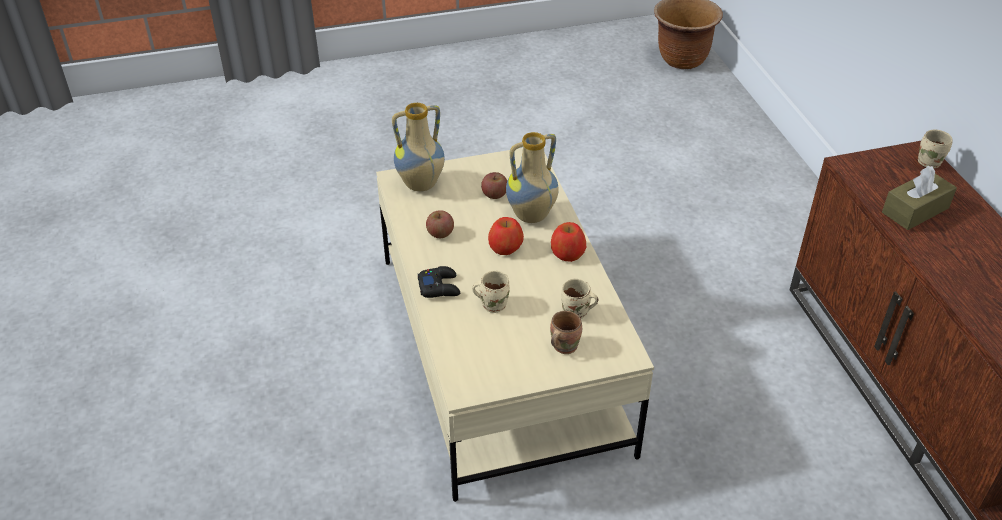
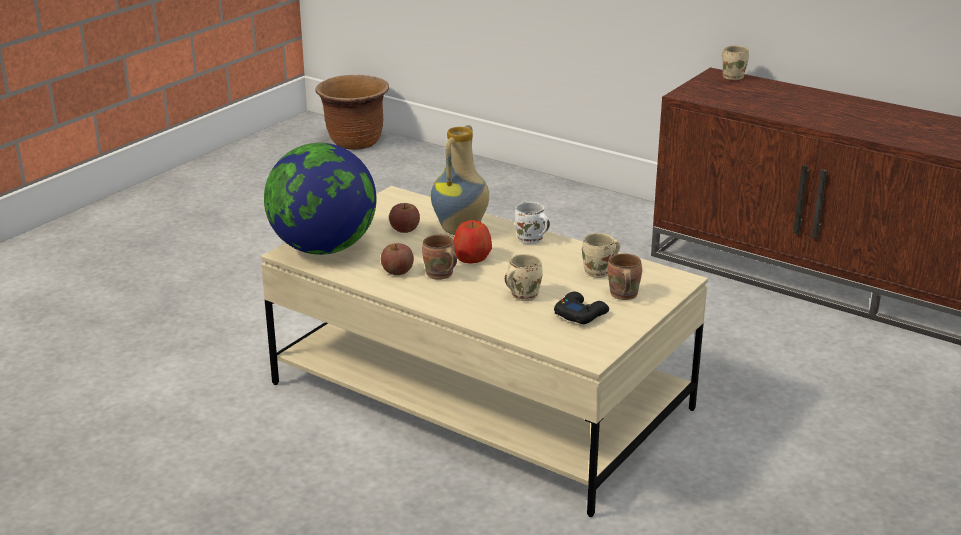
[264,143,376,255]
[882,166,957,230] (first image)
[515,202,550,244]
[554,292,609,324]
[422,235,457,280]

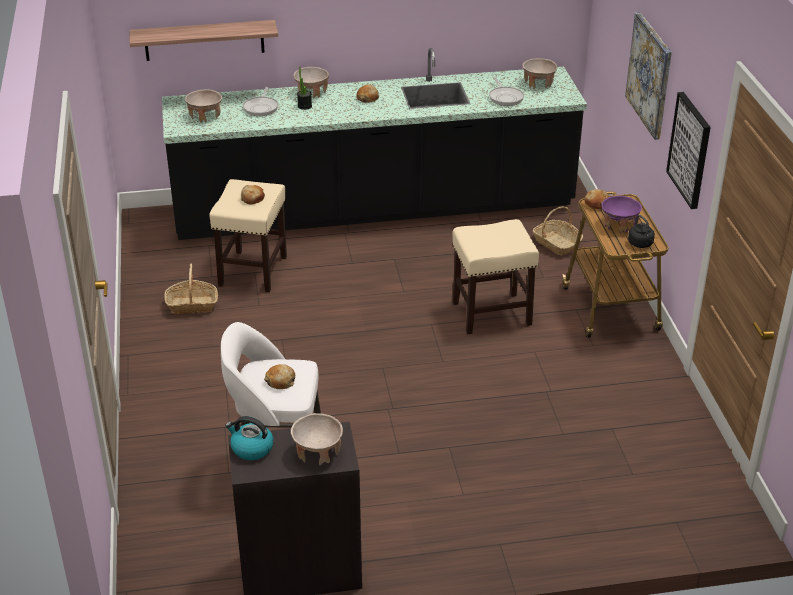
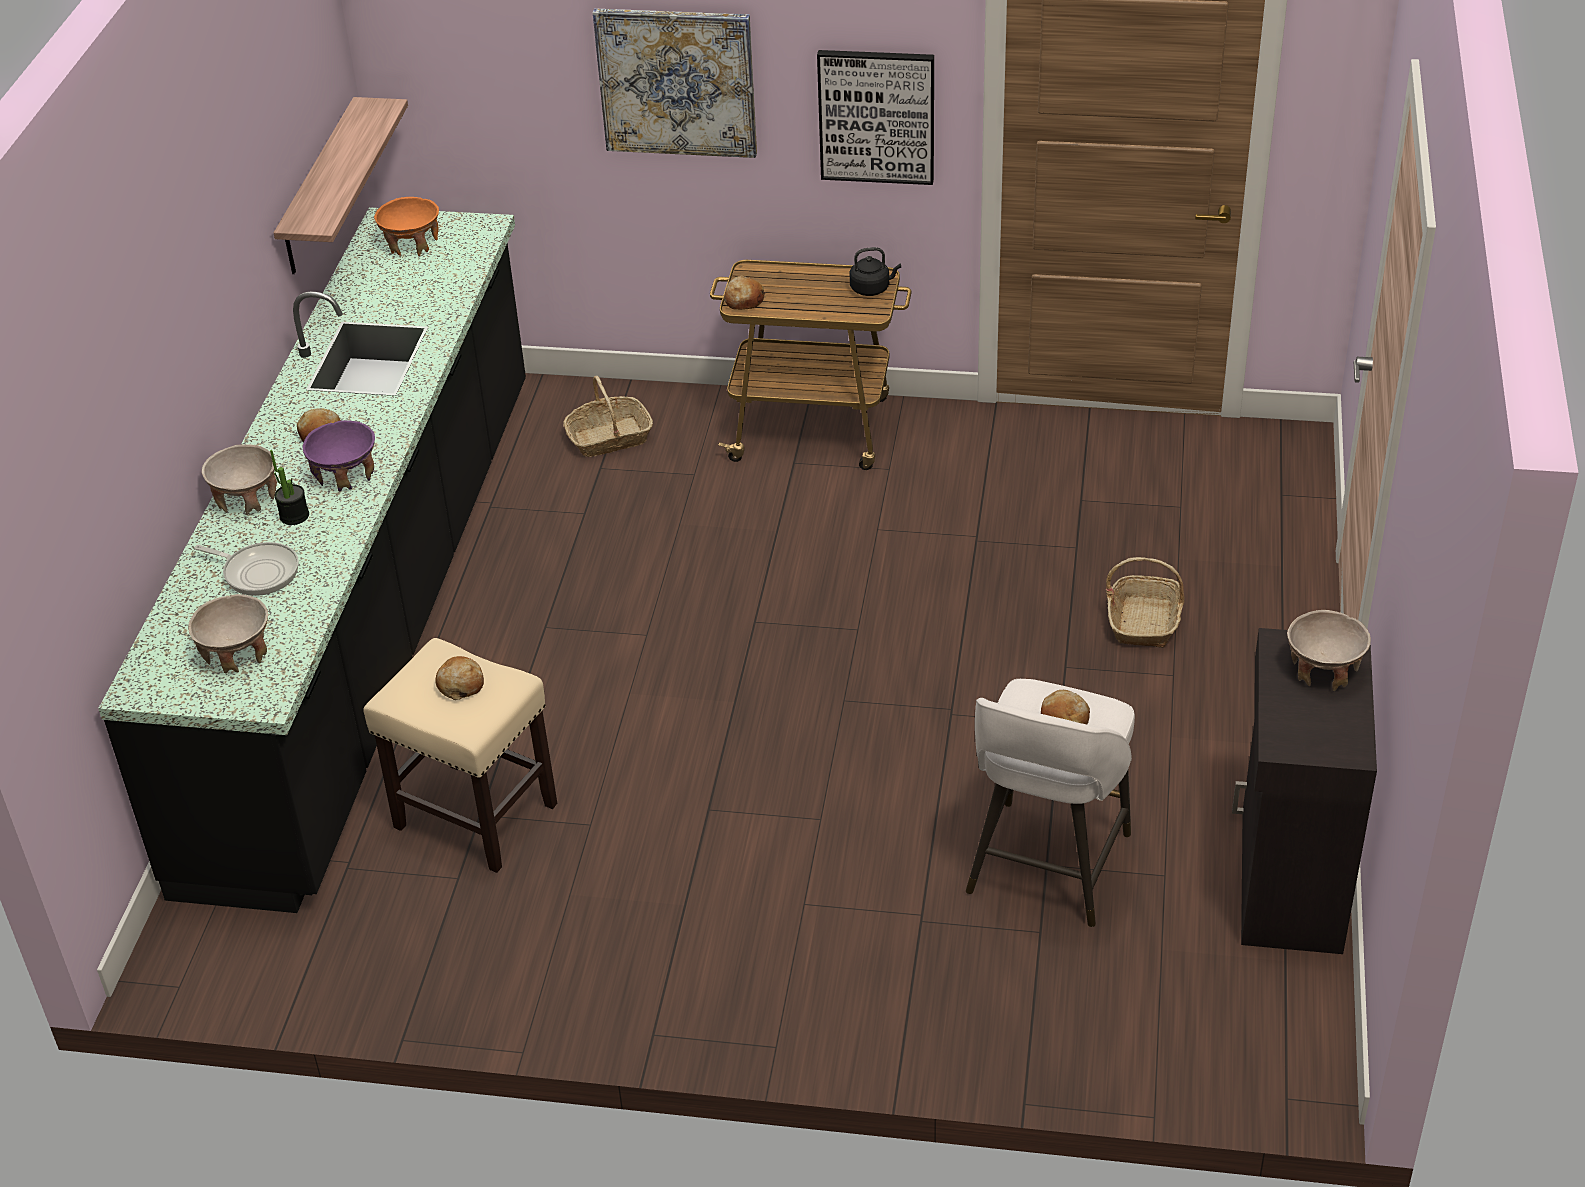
[274,97,408,274]
[374,197,439,256]
[489,78,524,106] (first image)
[302,420,375,492]
[452,219,539,334] (first image)
[1106,557,1184,648]
[225,416,273,460] (first image)

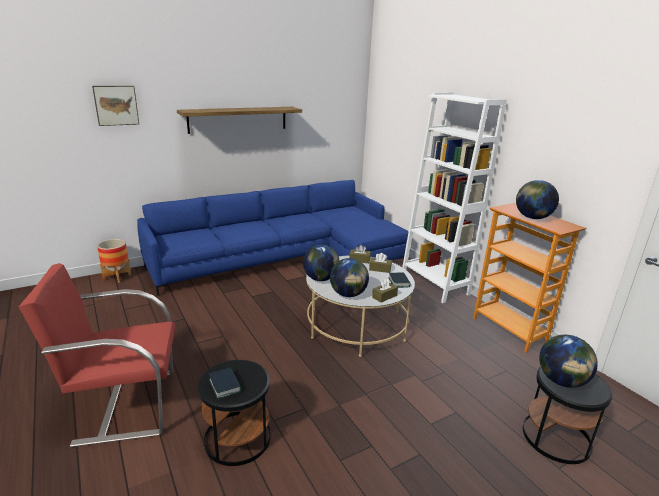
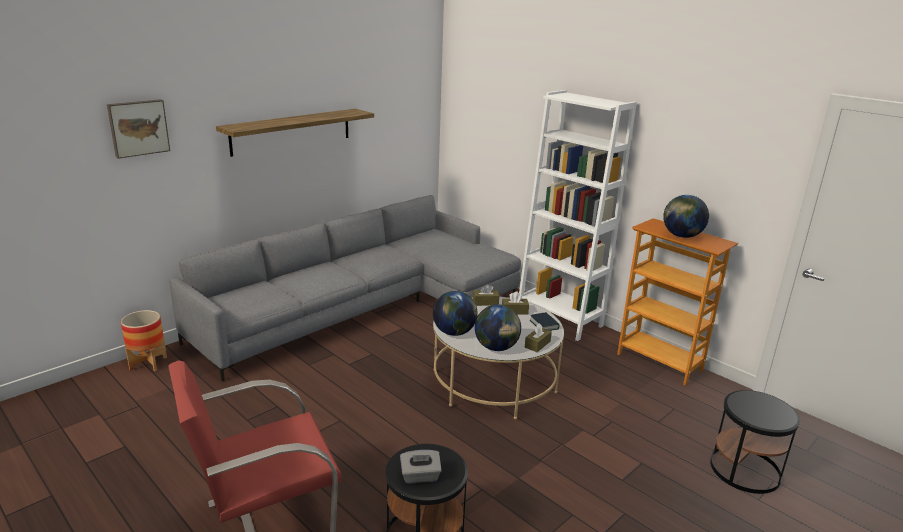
[169,195,521,382]
[539,335,598,388] (first image)
[400,450,442,483]

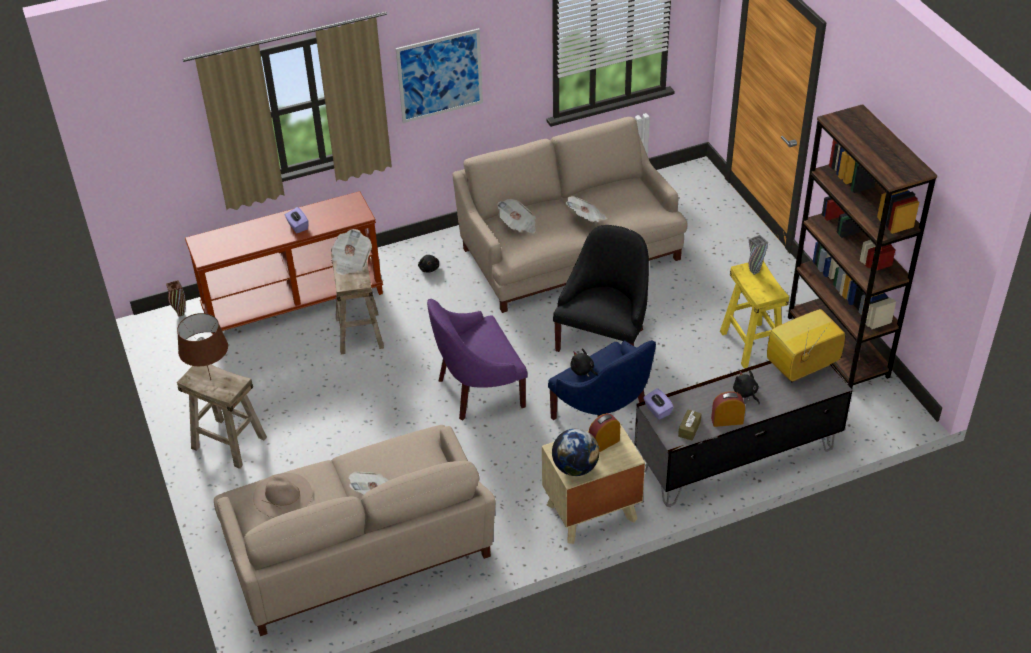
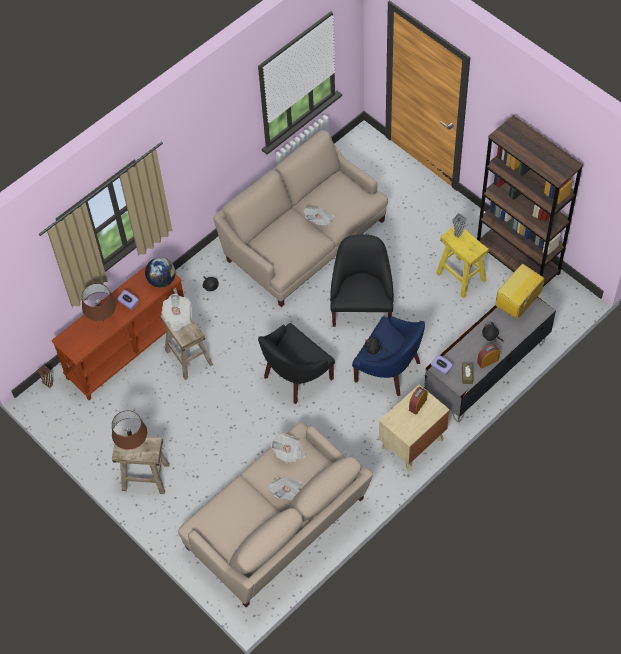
[396,28,483,123] (first image)
[271,433,306,463]
[258,323,335,404]
[145,257,176,288]
[253,473,313,517] (first image)
[82,283,116,322]

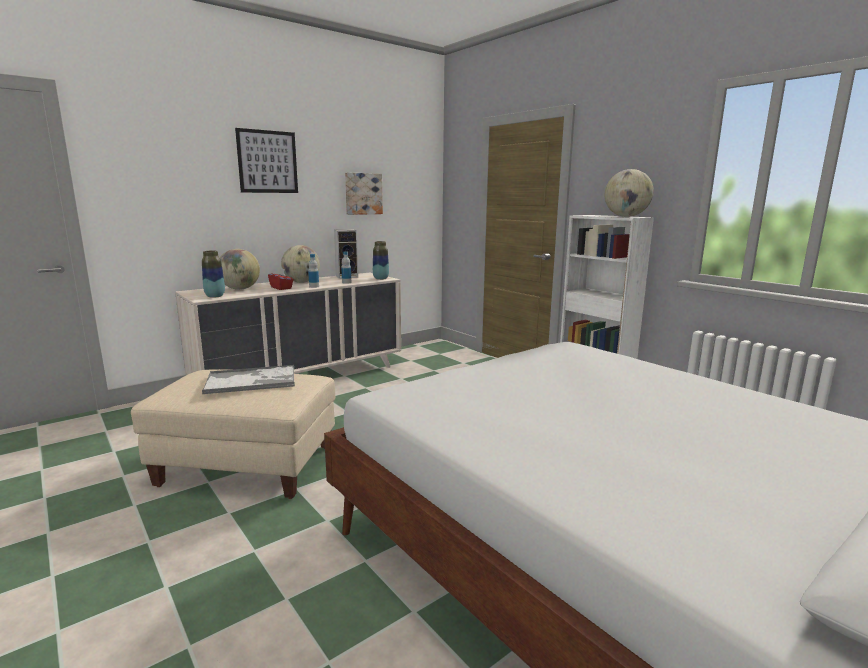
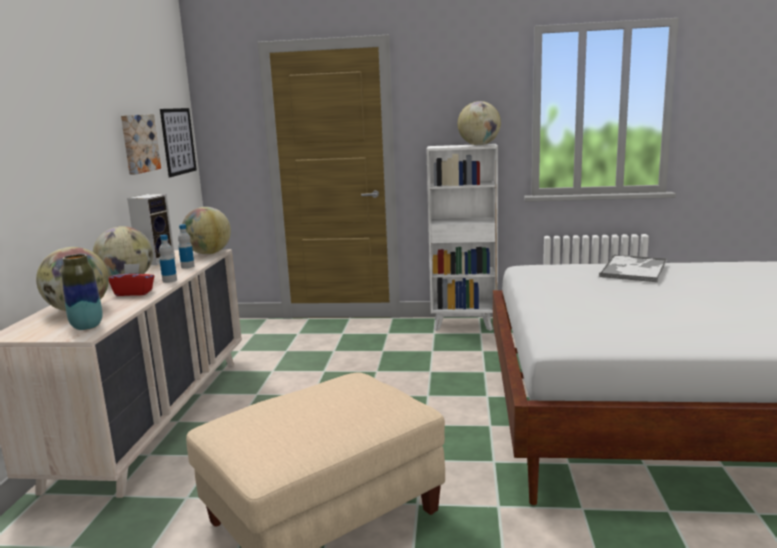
[160,108,197,177]
[182,207,231,254]
[599,255,666,282]

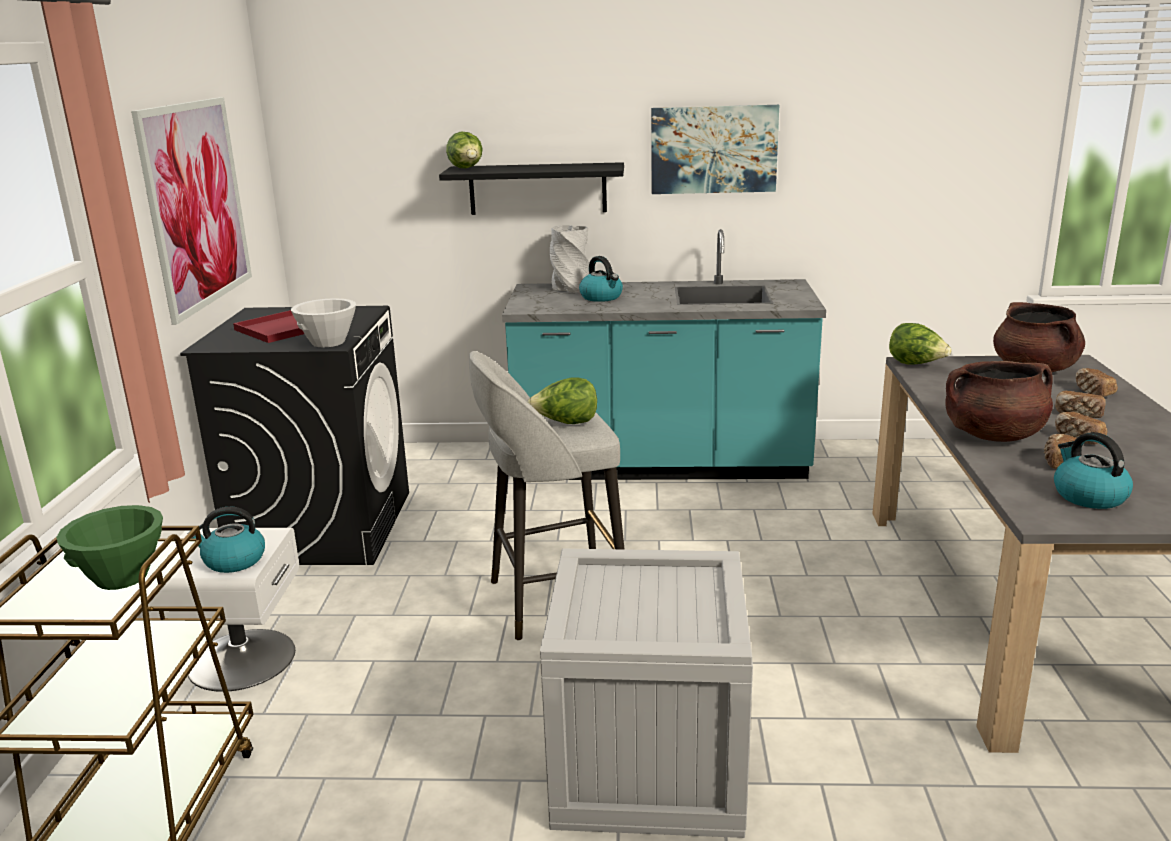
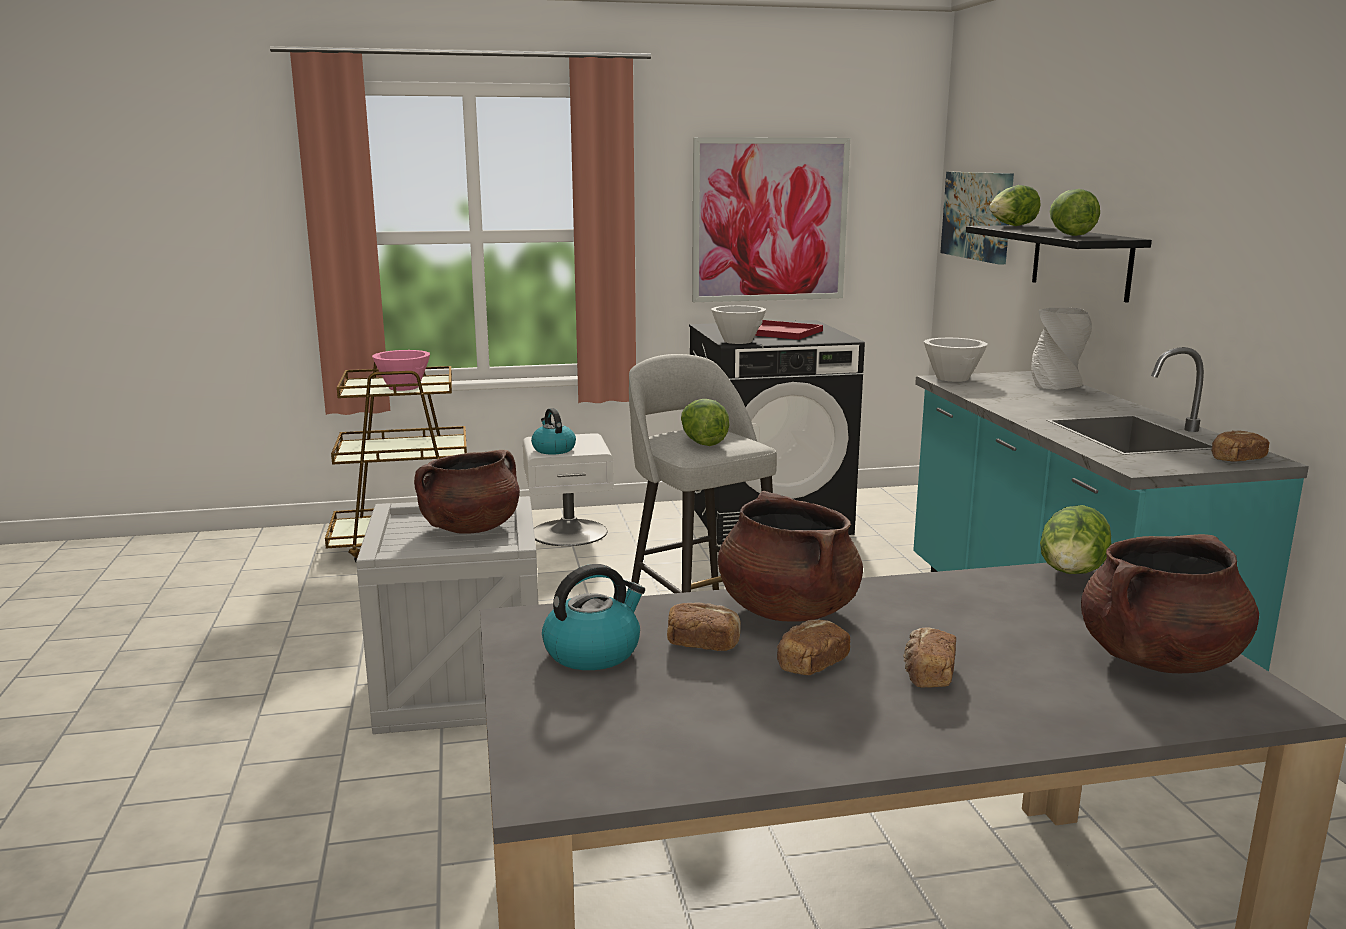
[940,172,1014,264]
[579,256,623,302] (first image)
[1211,431,1269,462]
[372,350,430,391]
[1050,189,1100,236]
[924,338,987,382]
[414,450,520,534]

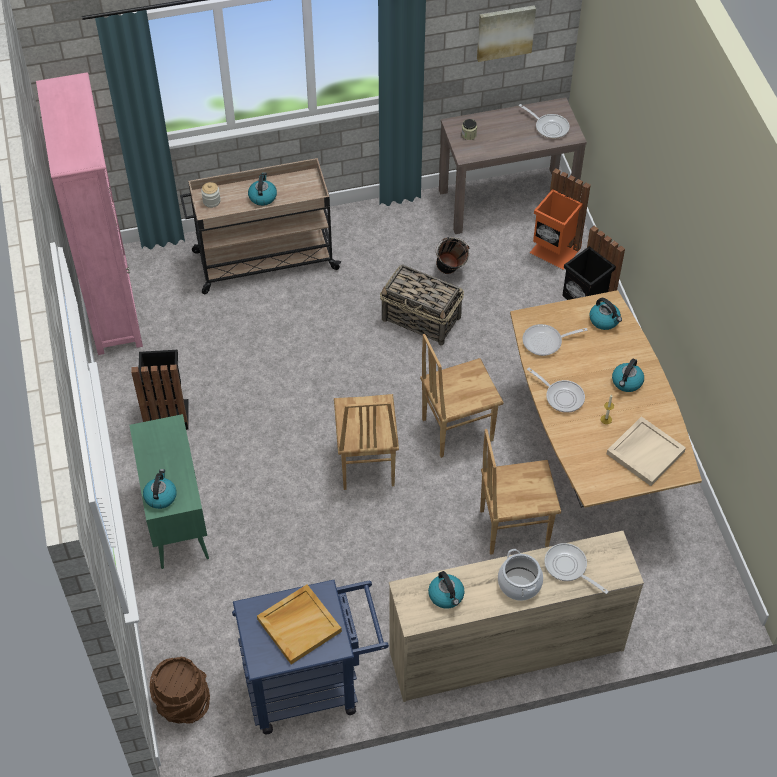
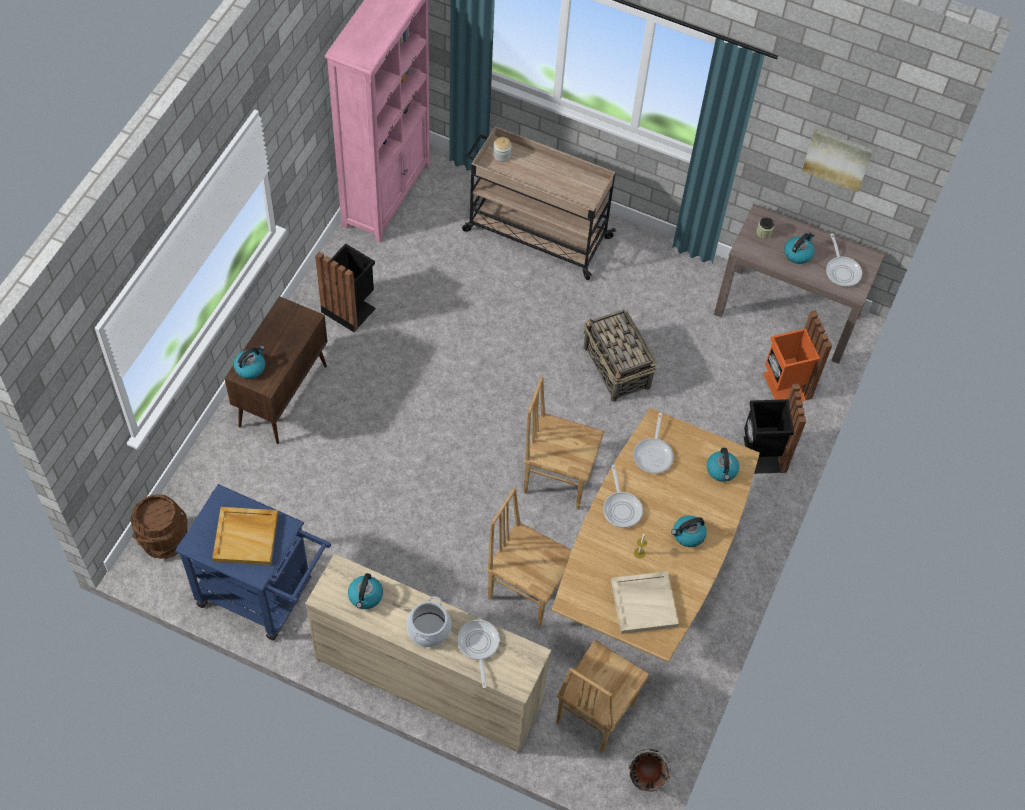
[784,232,814,264]
[629,749,671,792]
[633,413,674,474]
[556,640,650,753]
[225,296,328,444]

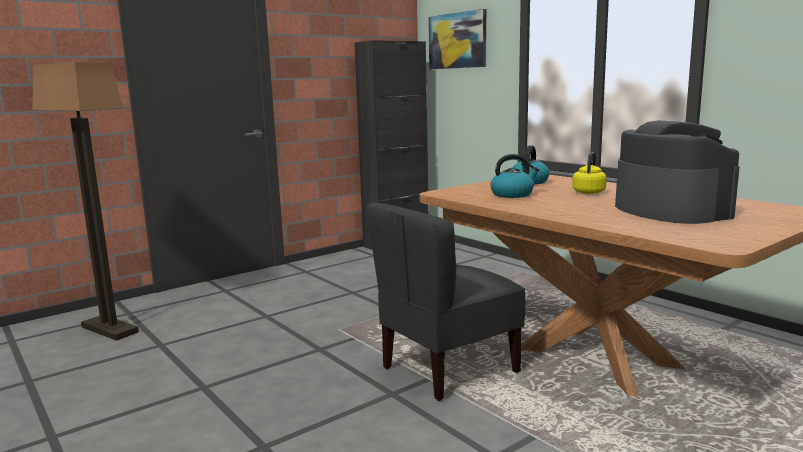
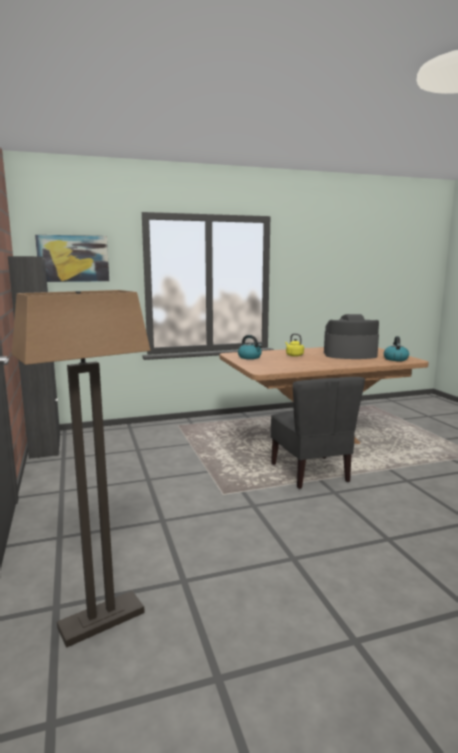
[384,336,409,361]

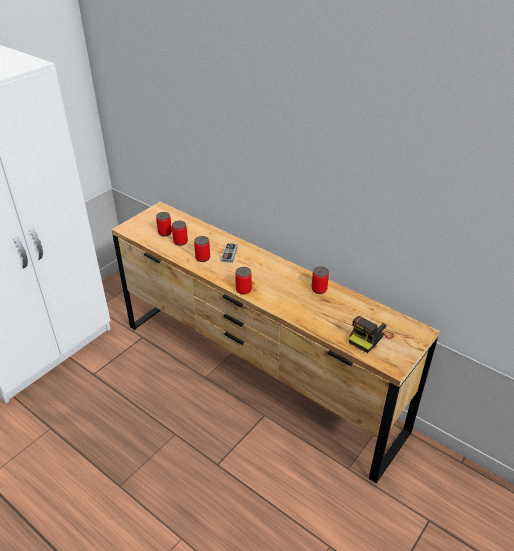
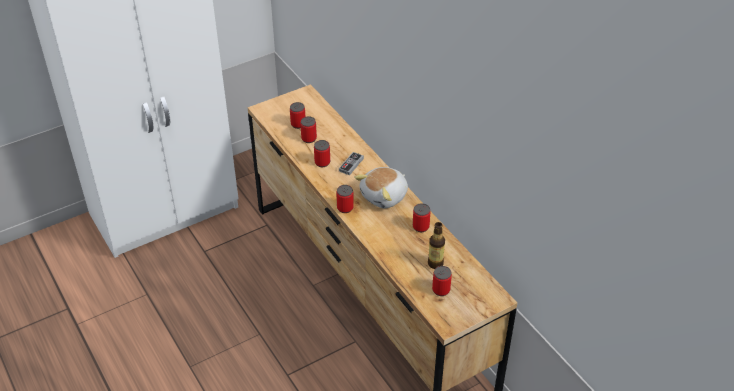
[432,266,452,296]
[354,167,408,208]
[428,222,445,269]

